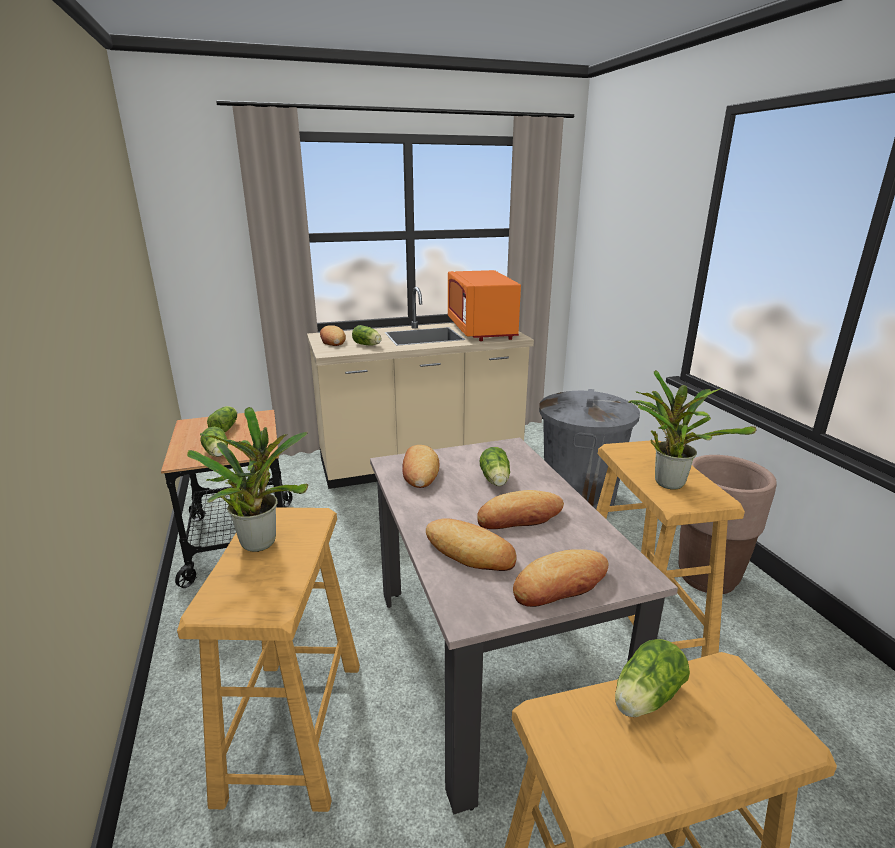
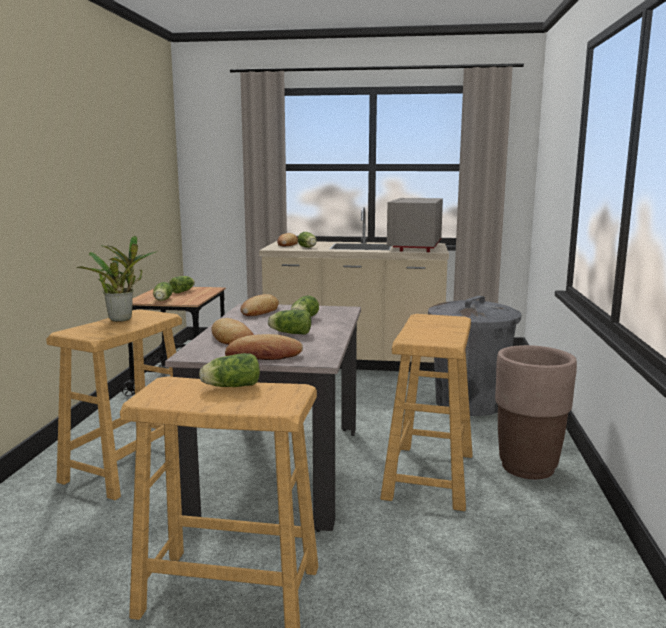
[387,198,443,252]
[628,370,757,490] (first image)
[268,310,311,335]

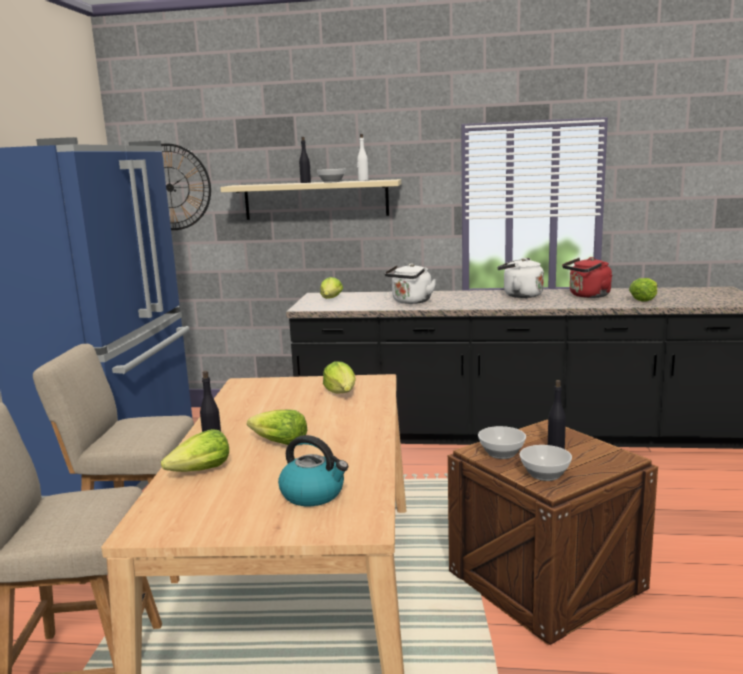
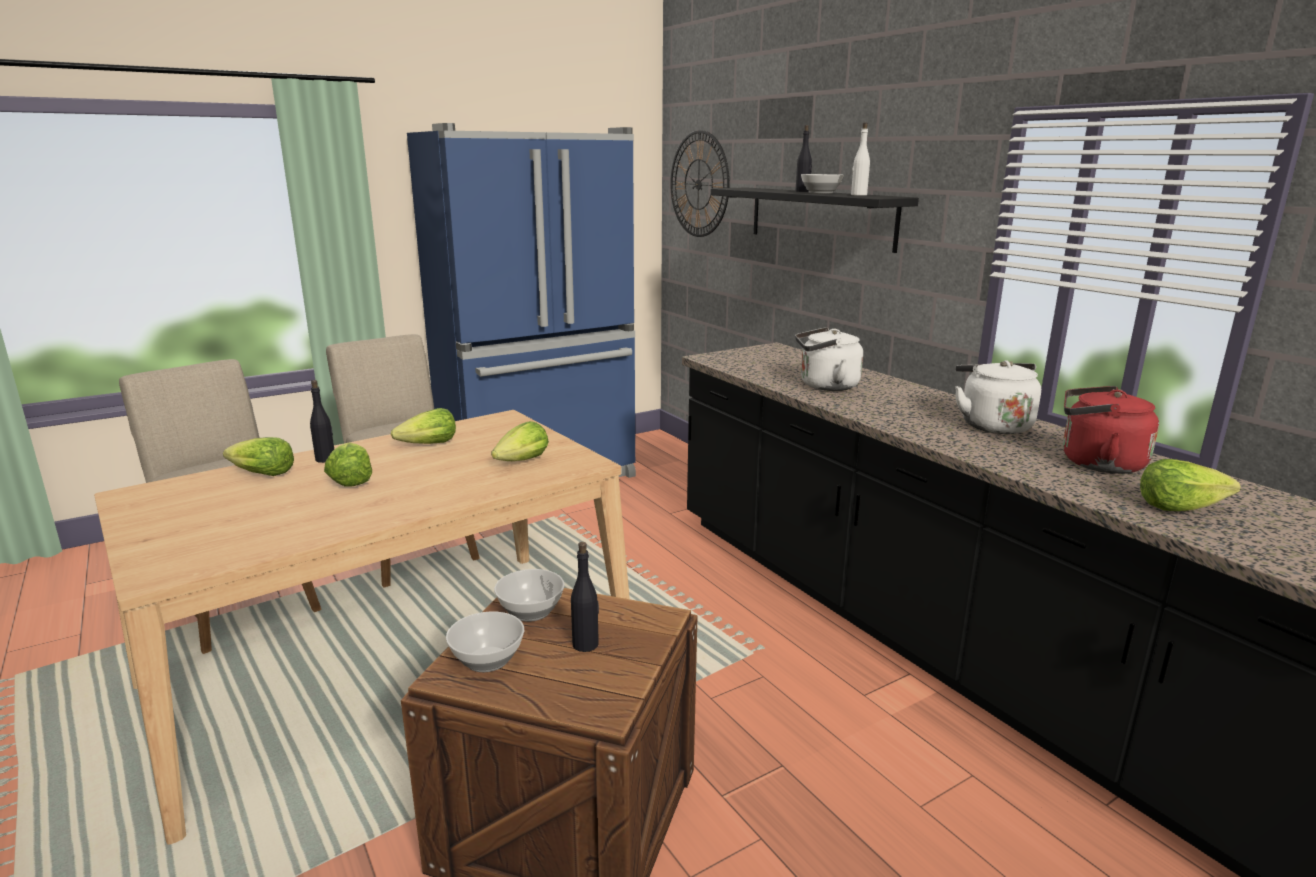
[711,188,919,253]
[391,408,456,444]
[278,435,348,506] (first image)

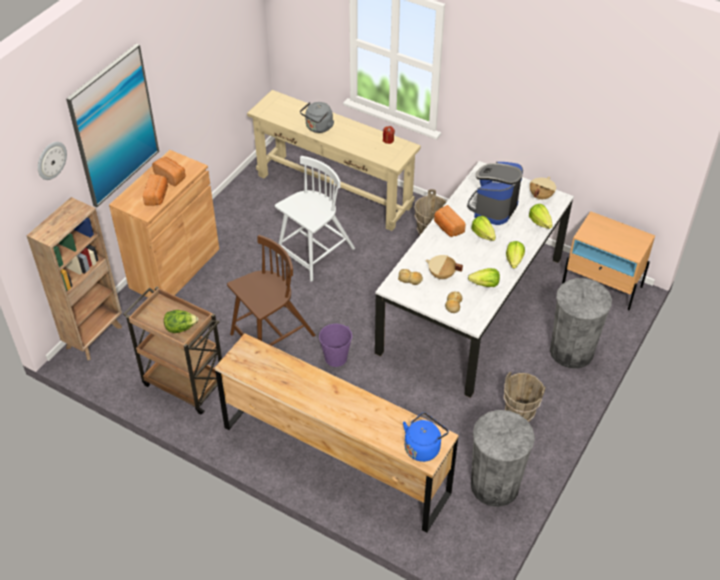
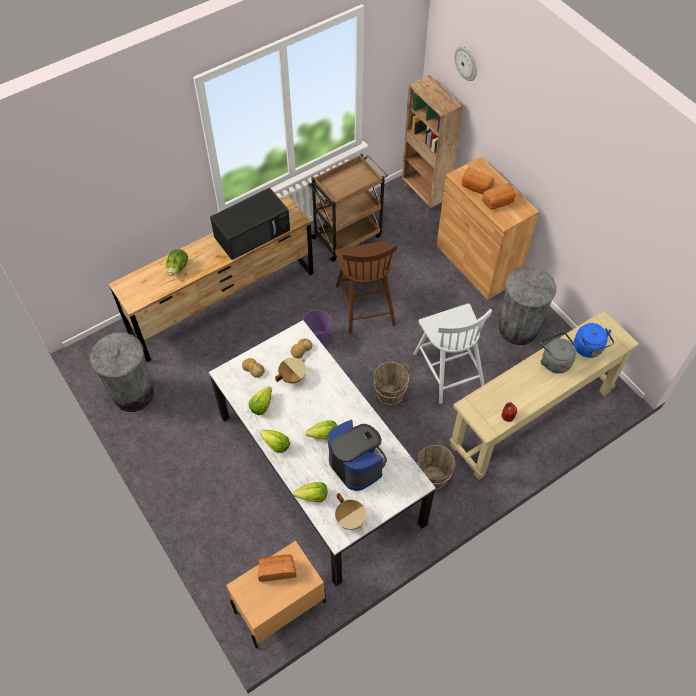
[66,43,159,207] (first image)
[258,554,296,582]
[499,267,556,345]
[166,249,188,276]
[373,362,410,406]
[574,323,614,358]
[210,187,290,260]

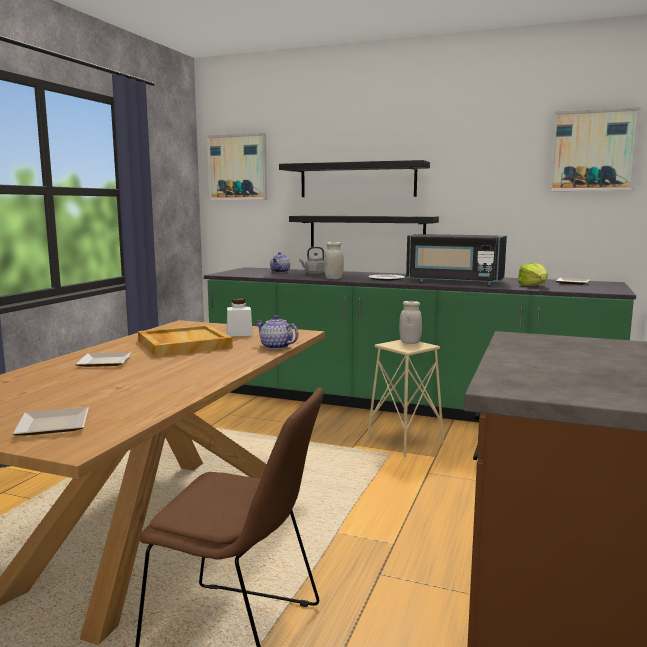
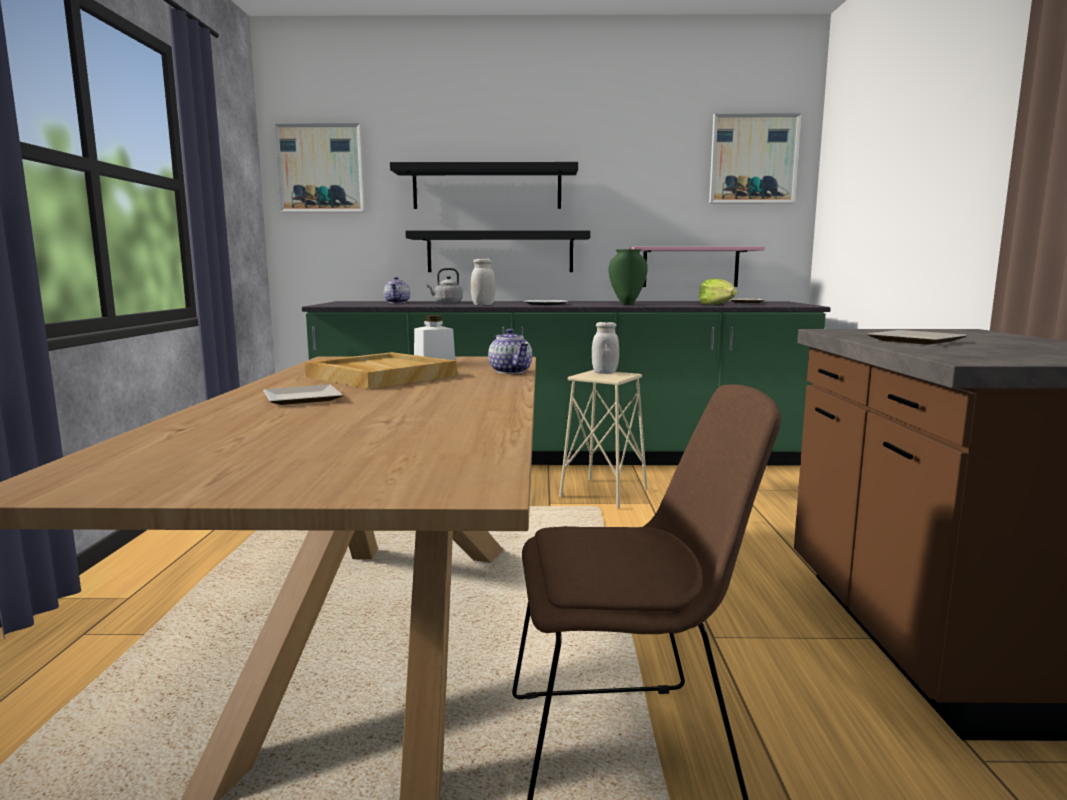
[609,249,648,305]
[488,329,532,374]
[867,330,967,345]
[629,246,765,287]

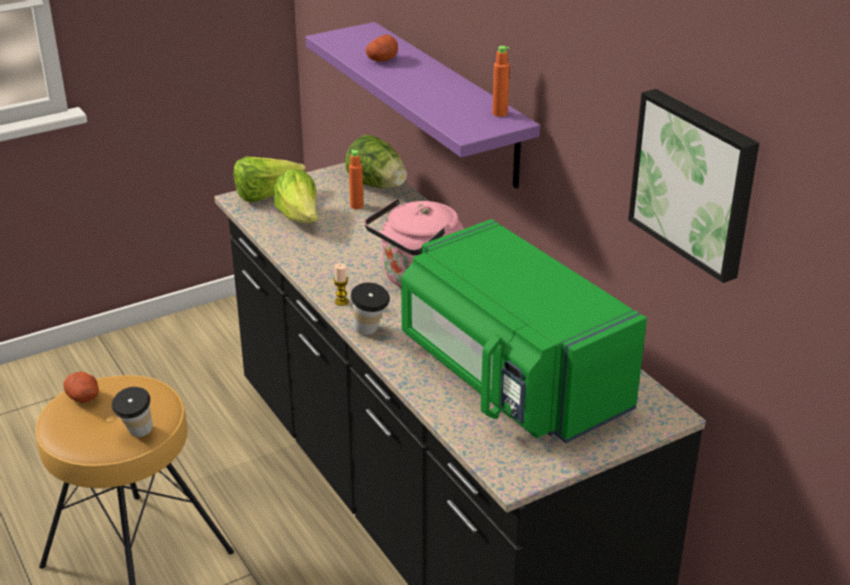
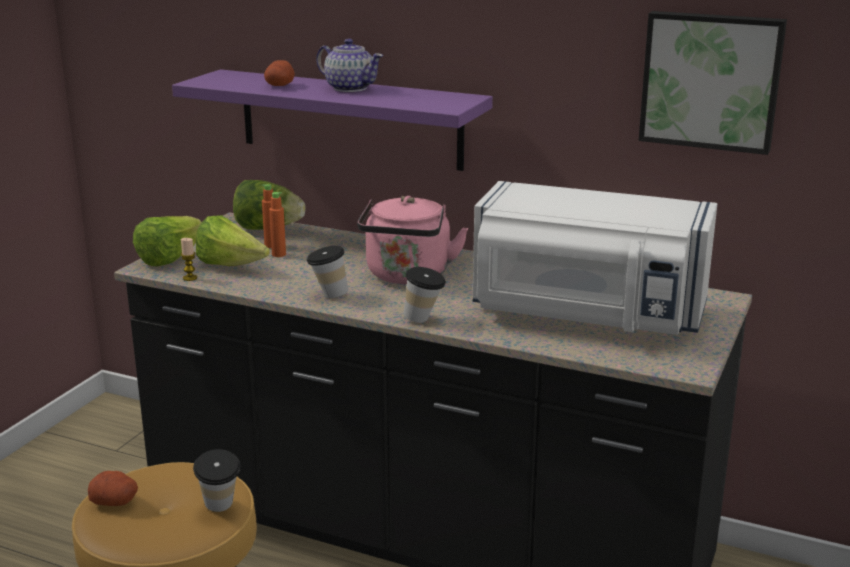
[269,192,286,257]
[473,181,717,335]
[181,238,197,281]
[316,39,383,92]
[307,246,348,298]

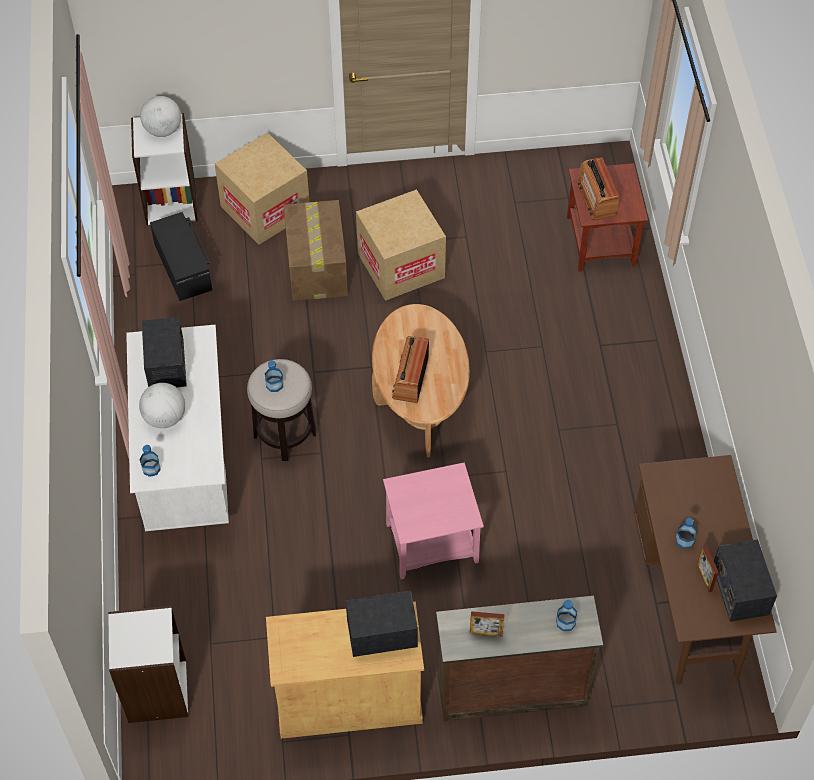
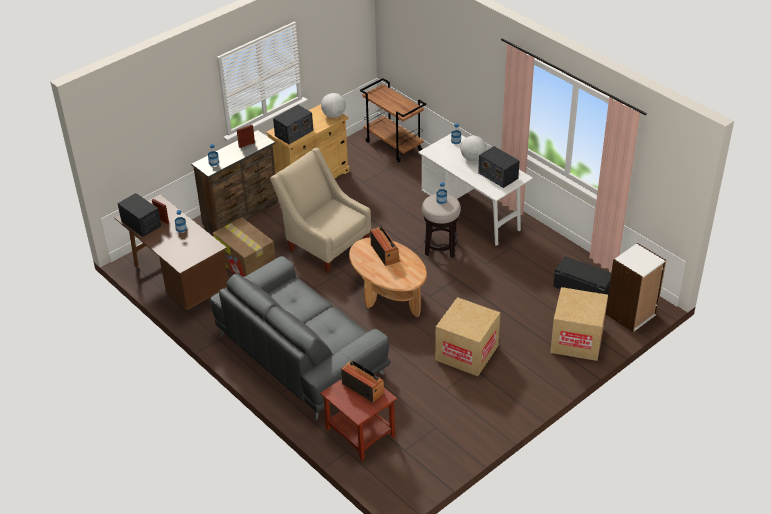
[321,93,346,118]
[213,217,276,277]
[270,147,371,272]
[360,78,426,162]
[210,256,391,420]

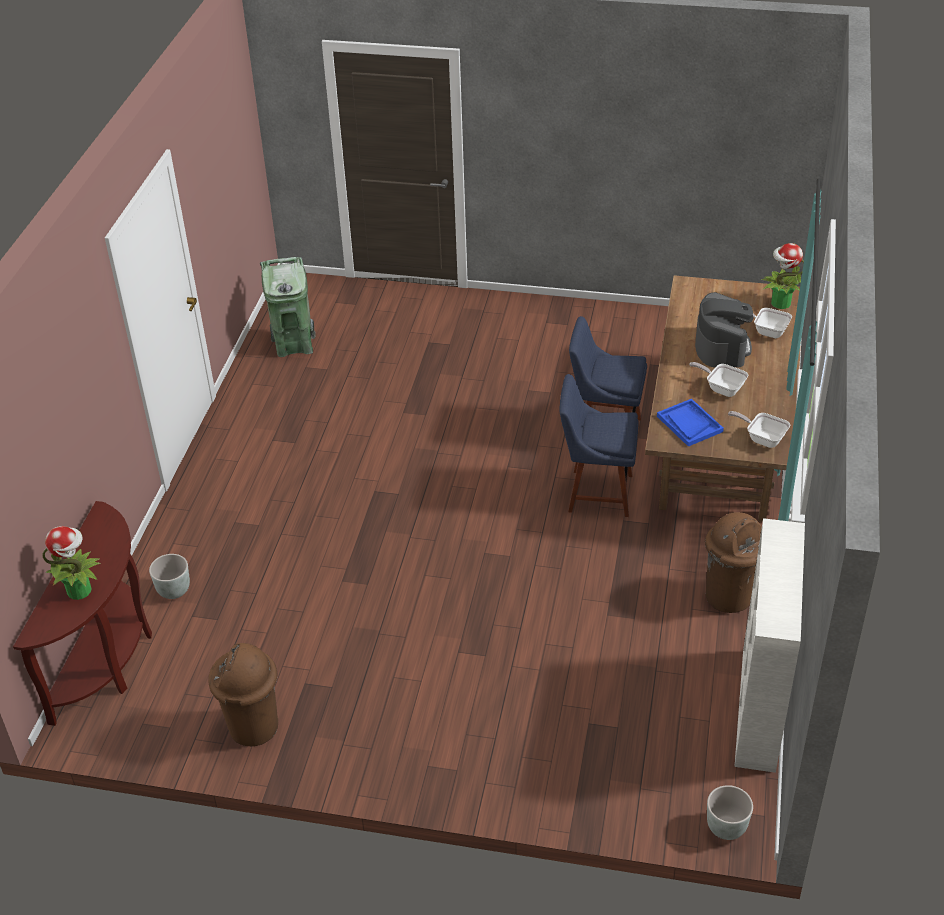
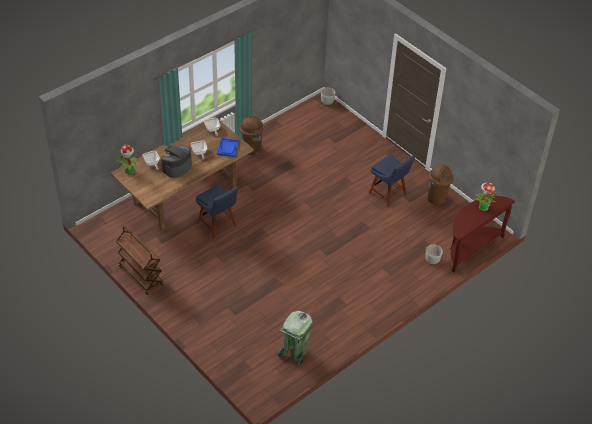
[369,154,415,207]
[734,518,805,773] (first image)
[116,226,164,295]

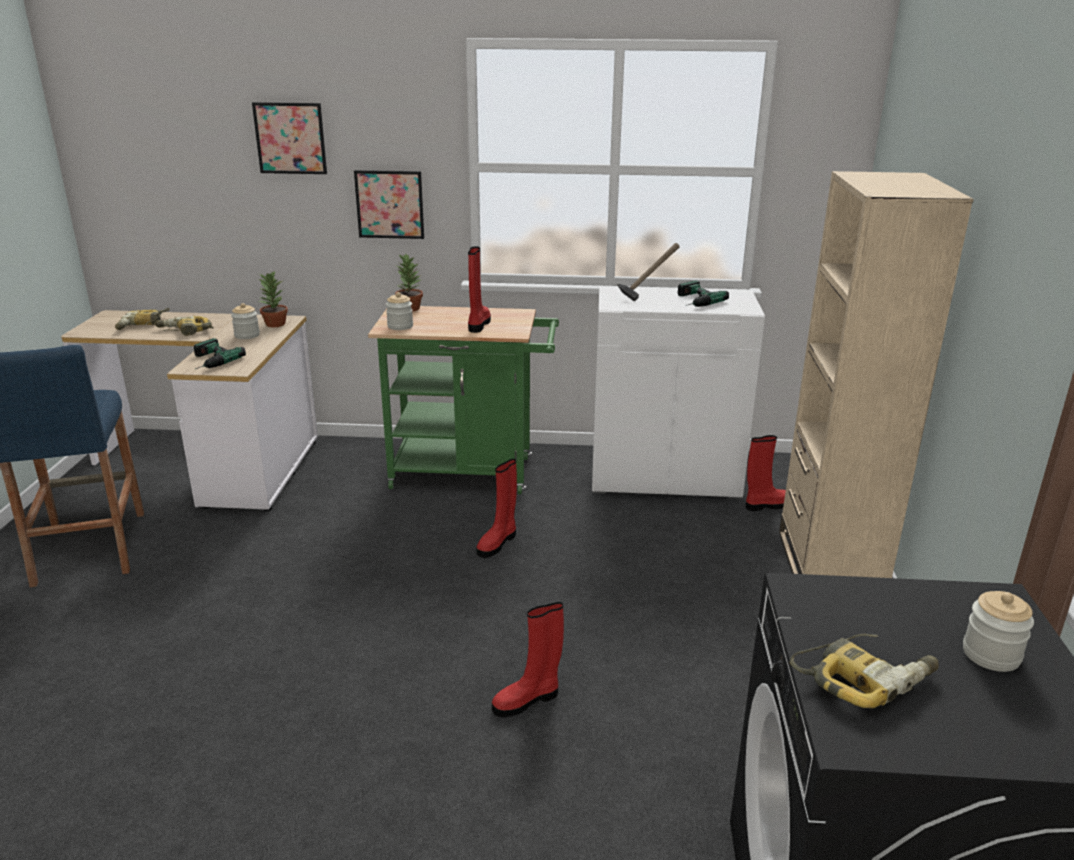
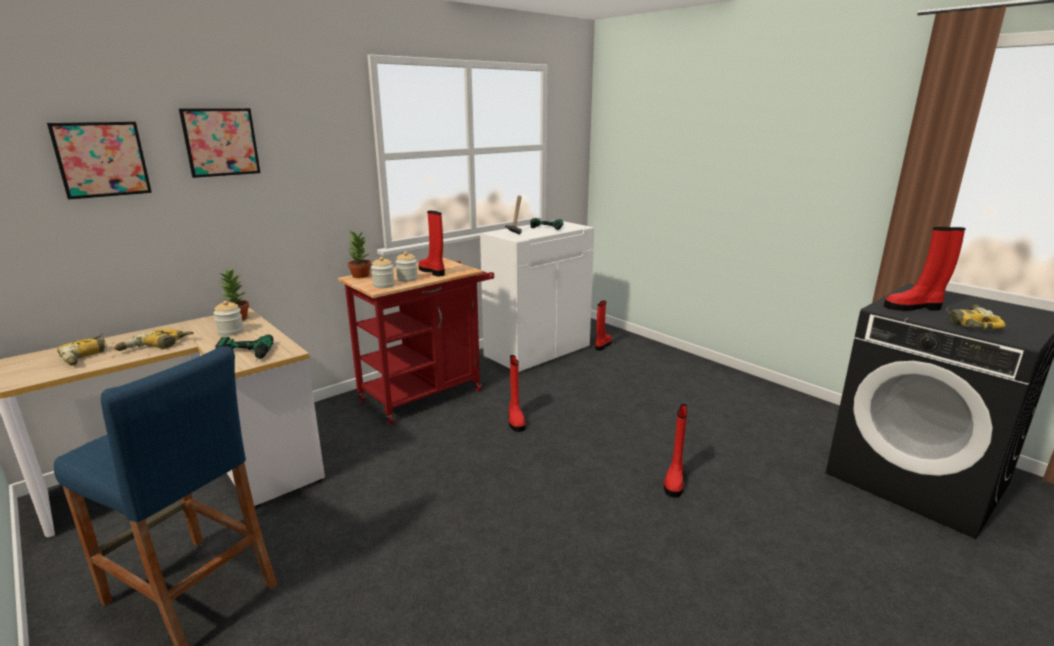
[47,122,152,200]
[779,171,974,578] (first image)
[338,258,494,425]
[395,252,418,282]
[884,227,966,311]

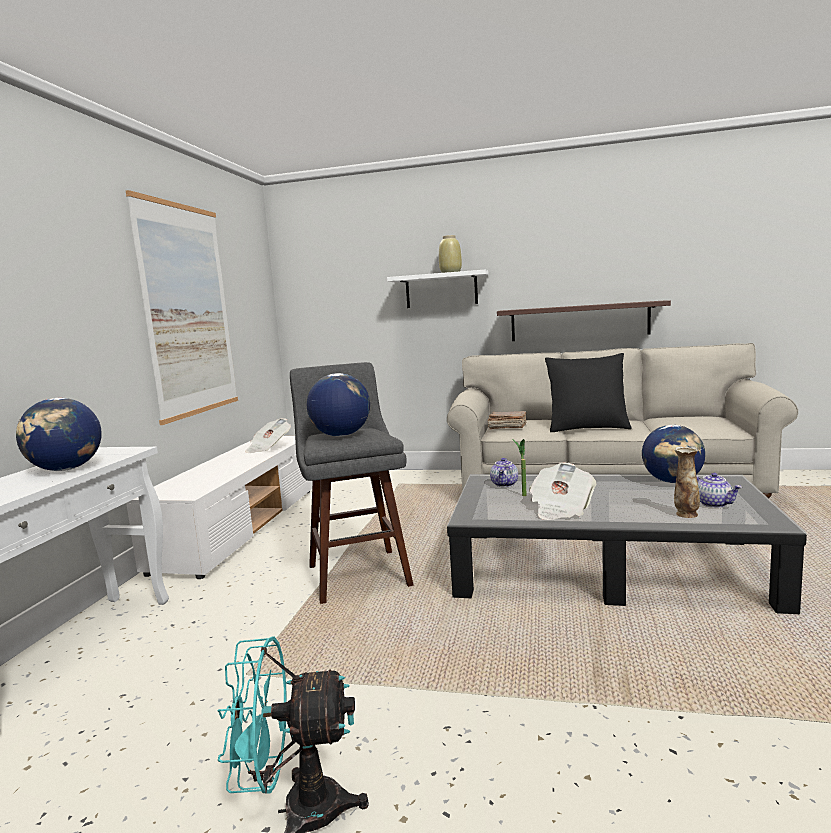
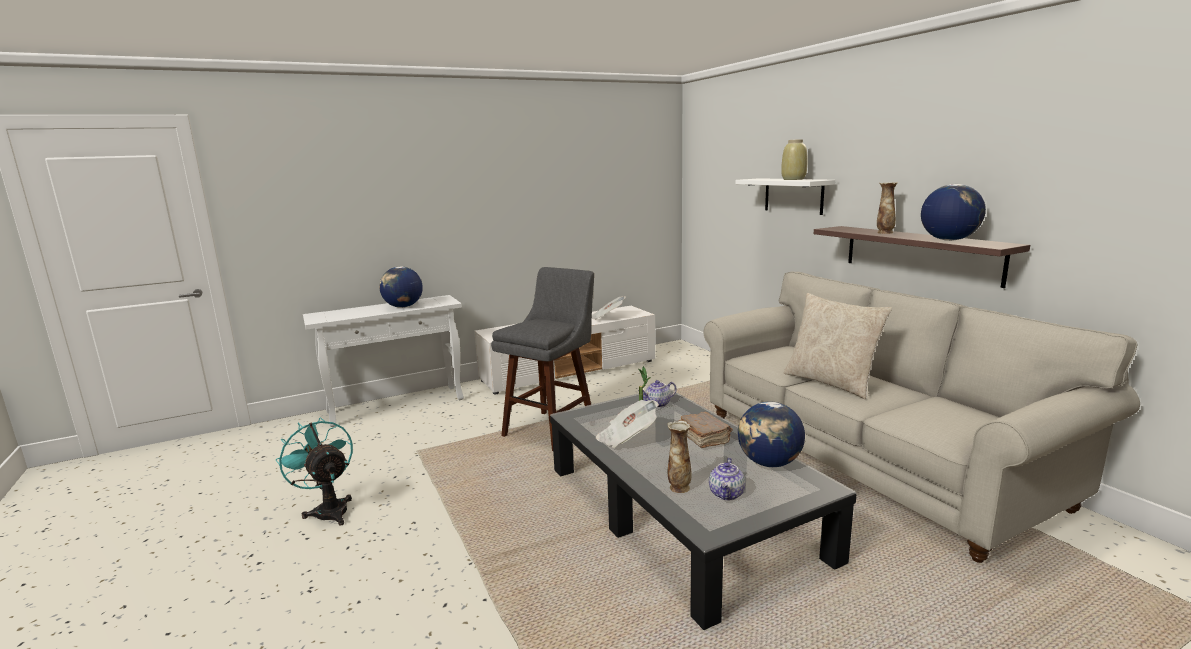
[126,190,238,425] (first image)
[784,293,892,399]
[921,184,986,241]
[679,412,732,448]
[877,182,898,234]

